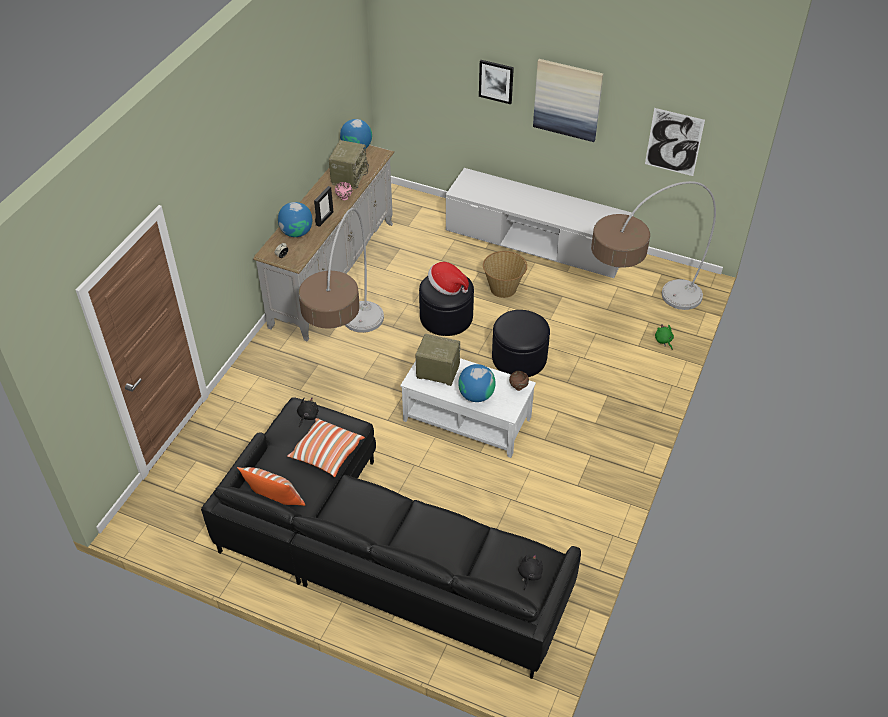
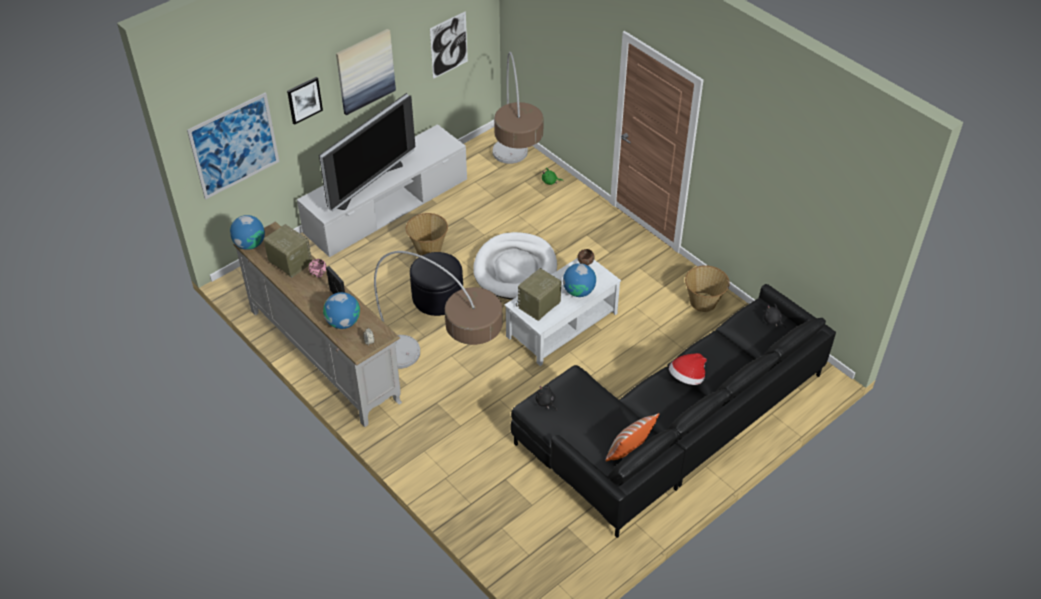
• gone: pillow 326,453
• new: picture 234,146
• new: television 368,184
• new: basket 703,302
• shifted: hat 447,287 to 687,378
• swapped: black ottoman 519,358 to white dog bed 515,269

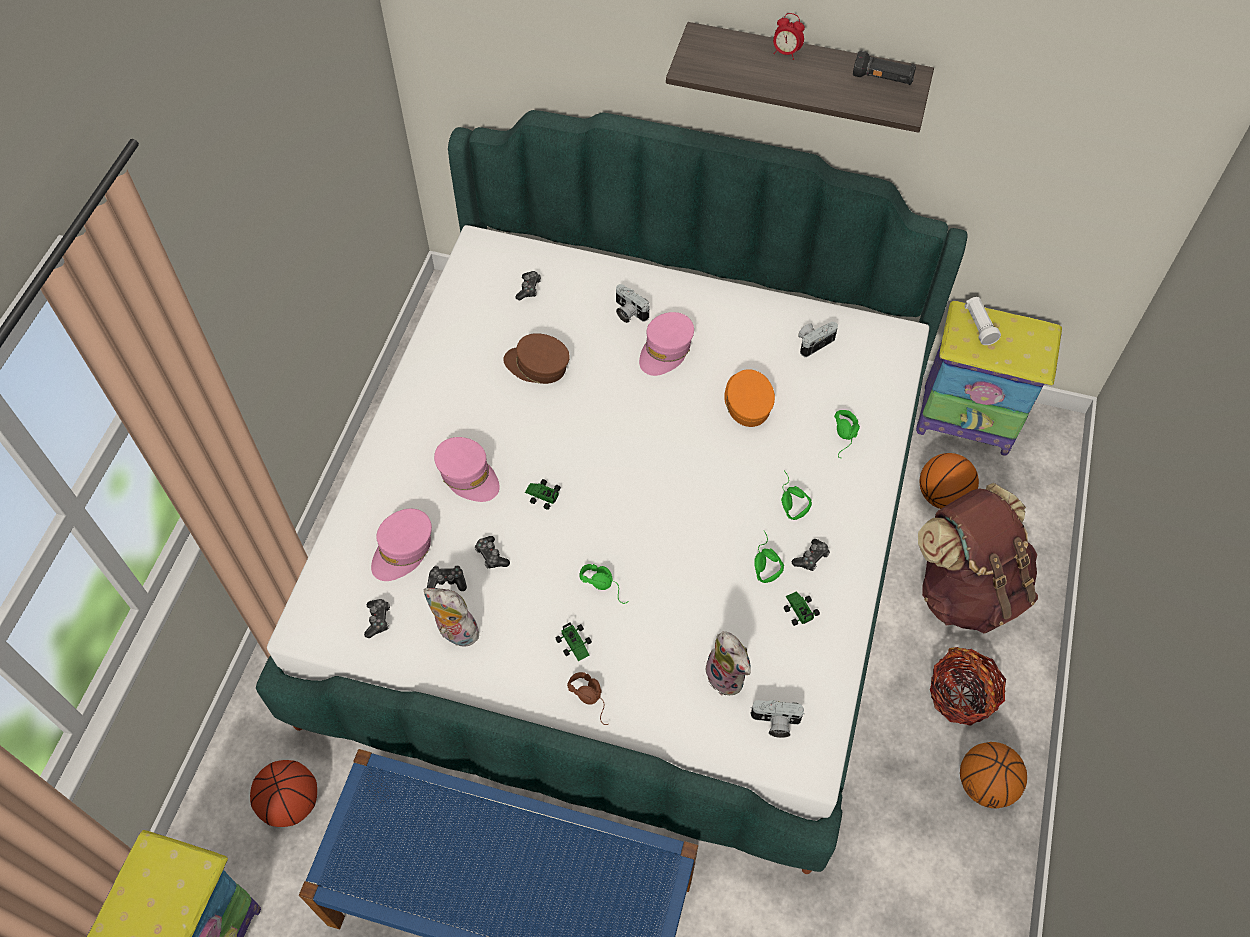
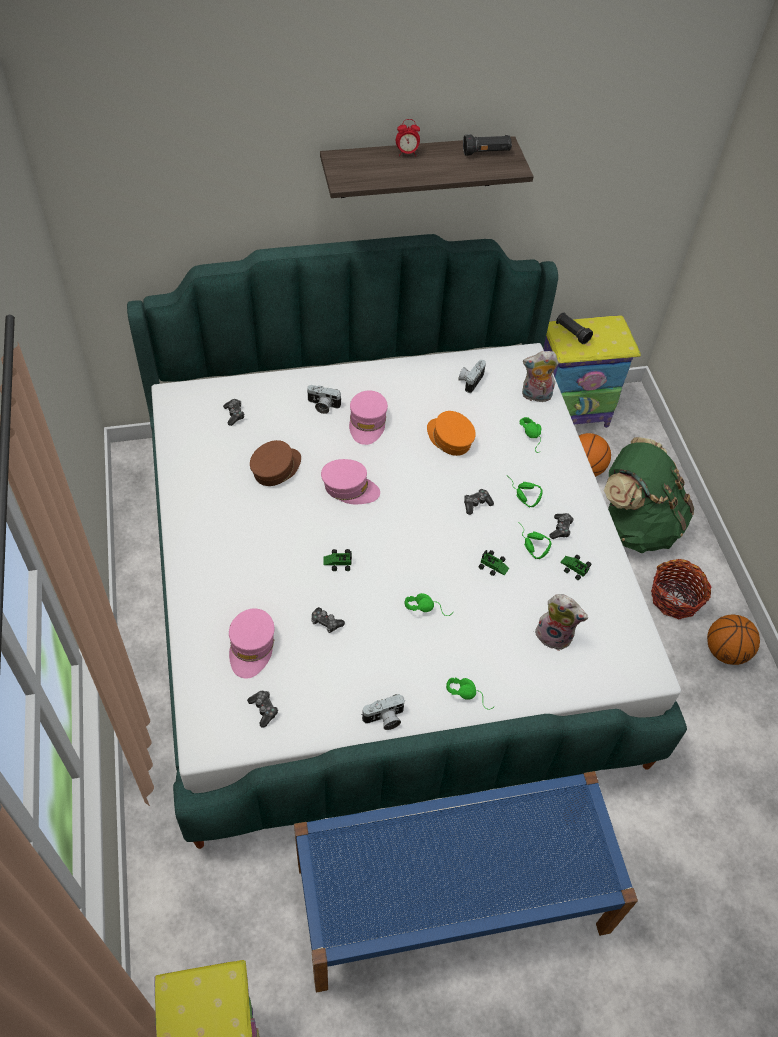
• gone: basketball 291,803
• shifted: plush toy 455,633 to 535,396
• shifted: game controller 447,581 to 476,504
• shifted: pink cap 468,475 to 349,488
• shifted: toy car 575,644 to 494,566
• shifted: photo camera 775,723 to 384,719
• repainted: brown headphones 594,699 to green headphones 470,694
• repainted: brown backpack 967,588 to green backpack 636,525
• repainted: white flashlight 979,326 to black flashlight 572,333
• rotated: brown cap 537,366 = 276,468 135 degrees clockwise

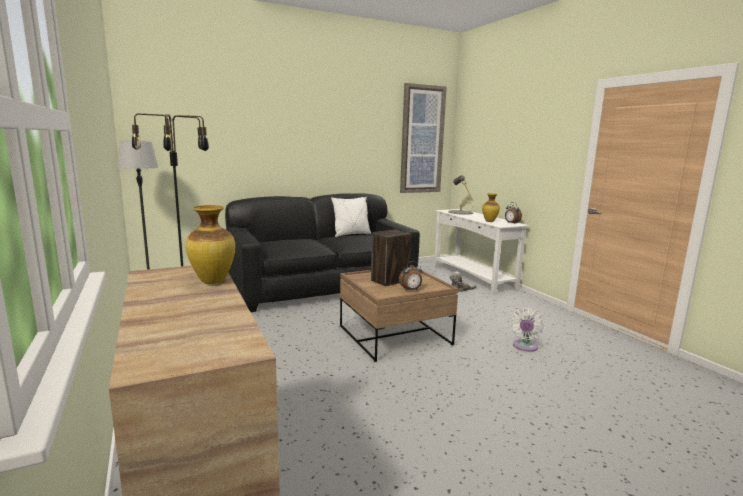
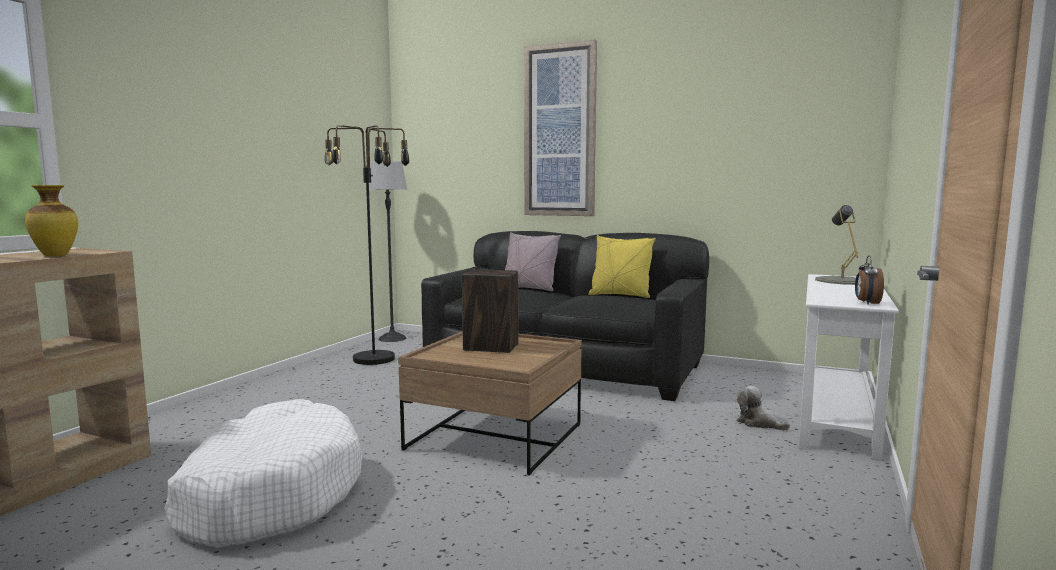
• gone: alarm clock 411,290
• gone: vase 490,221
• gone: white fan 524,347
• new: white dog bed 270,493
• new: purple pillow 529,289
• shifted: picture 422,140 to 560,131
• repainted: white pillow 351,234 to yellow pillow 620,295

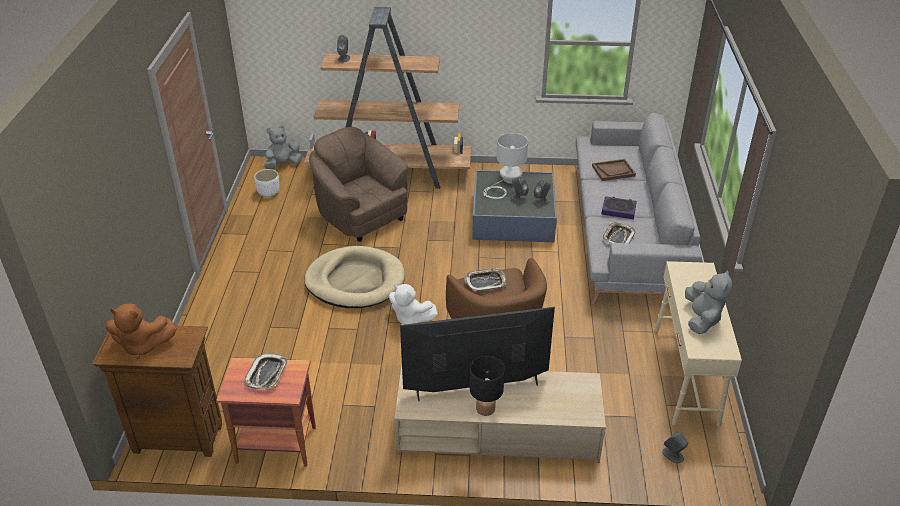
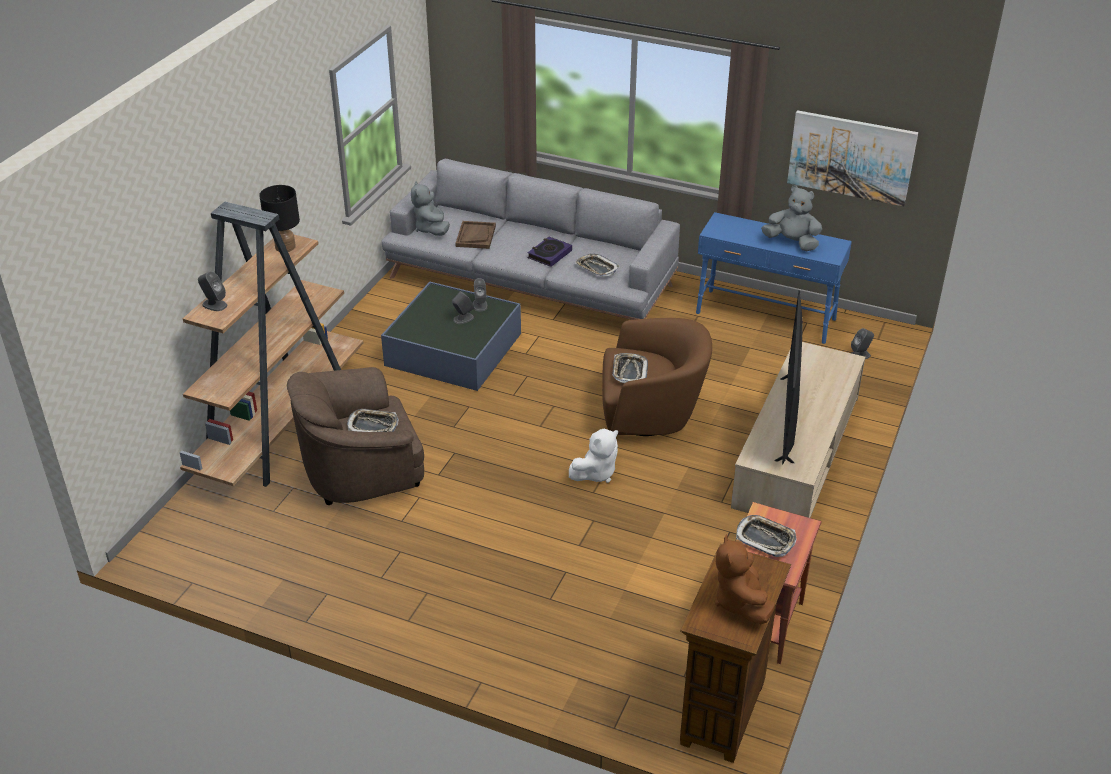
• gone: white planter 268,192
• gone: beige dog bed 355,281
• gone: white table lamp 504,184
• new: tray 373,425
• new: picture 851,157
• shifted: grey plush toy 283,165 to 431,229
• shifted: black table lamp 485,408 to 285,247
• repainted: beige console table 684,375 to blue console table 765,317
• rotated: brown plush toy 142,346 = 740,602 150 degrees clockwise

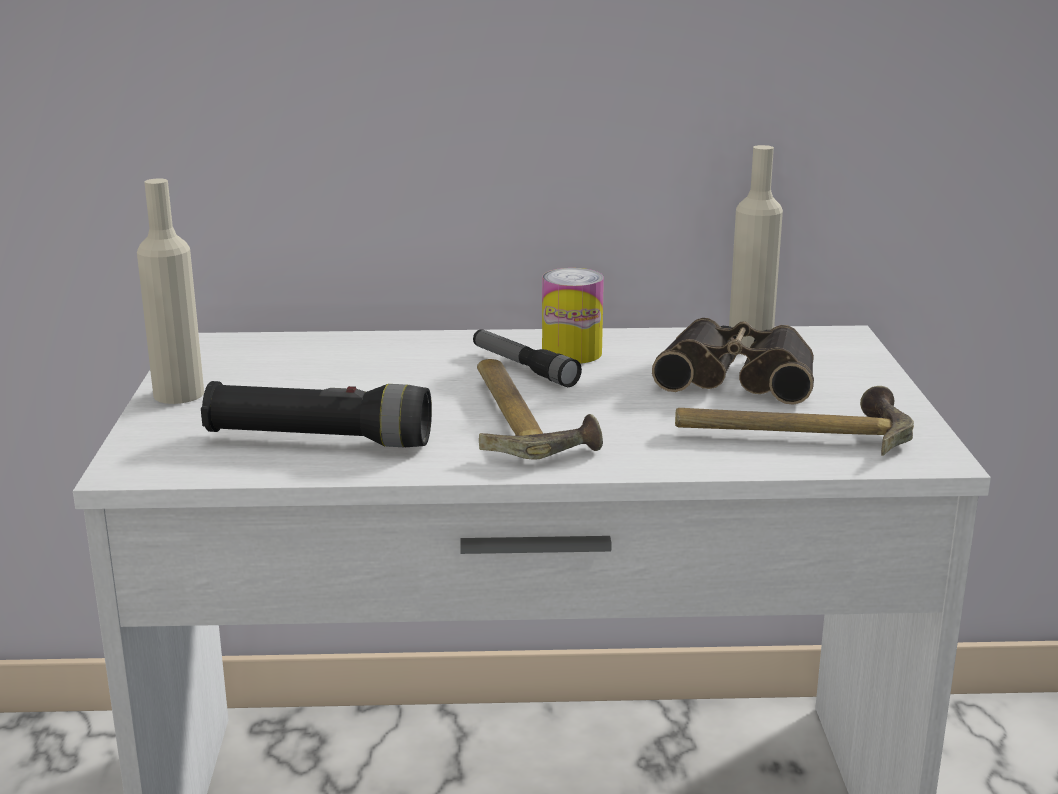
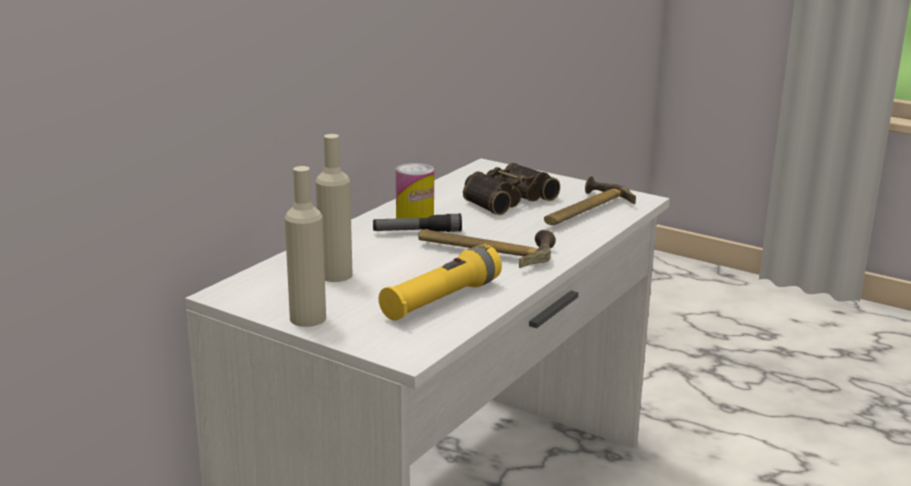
• shifted: beige bottle 750,342 to 335,275
• repainted: black flashlight 319,440 to yellow flashlight 441,300

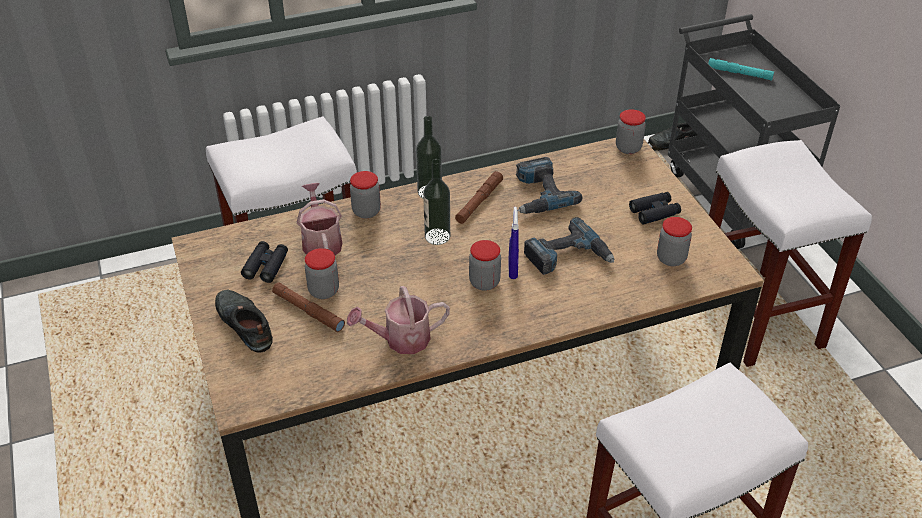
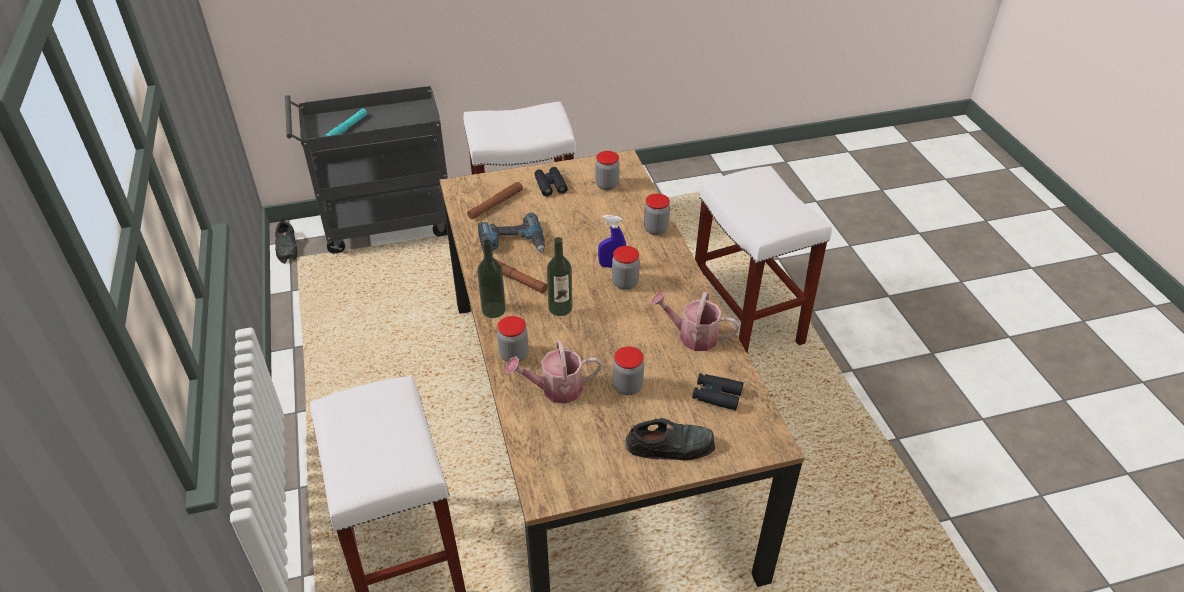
• gone: power drill 568,257
• shifted: black binoculars 266,266 to 716,395
• shifted: brown flashlight 308,311 to 495,204
• shifted: jar 628,148 to 655,229
• rotated: black shoe 244,324 = 670,445 150 degrees counterclockwise
• rotated: watering can 401,340 = 692,336 120 degrees clockwise

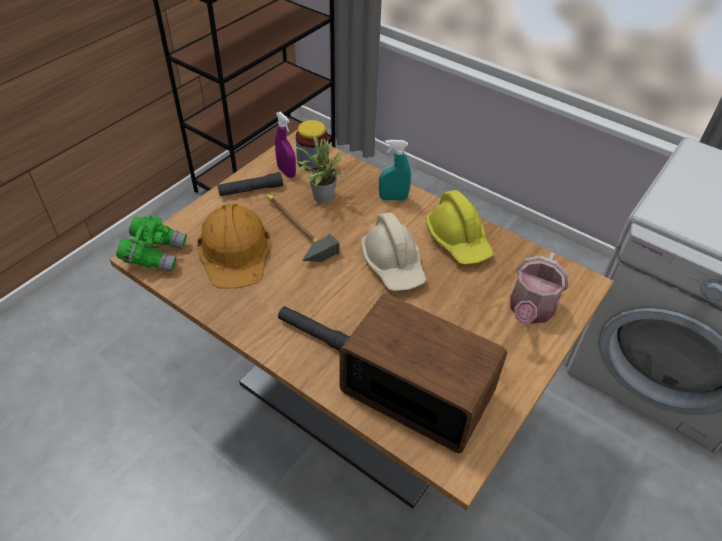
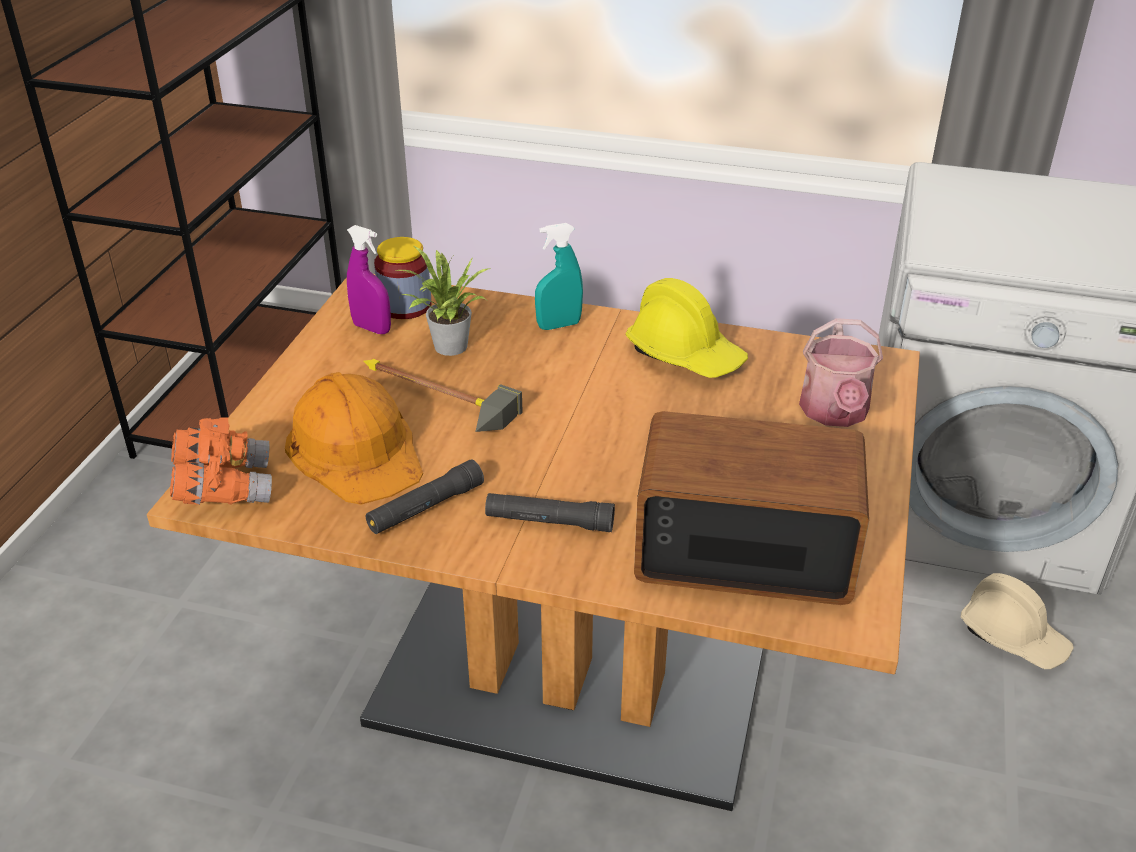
• shifted: black flashlight 250,190 to 425,508
• shifted: beige hard hat 393,264 to 1013,637
• repainted: green binoculars 155,254 to orange binoculars 224,487

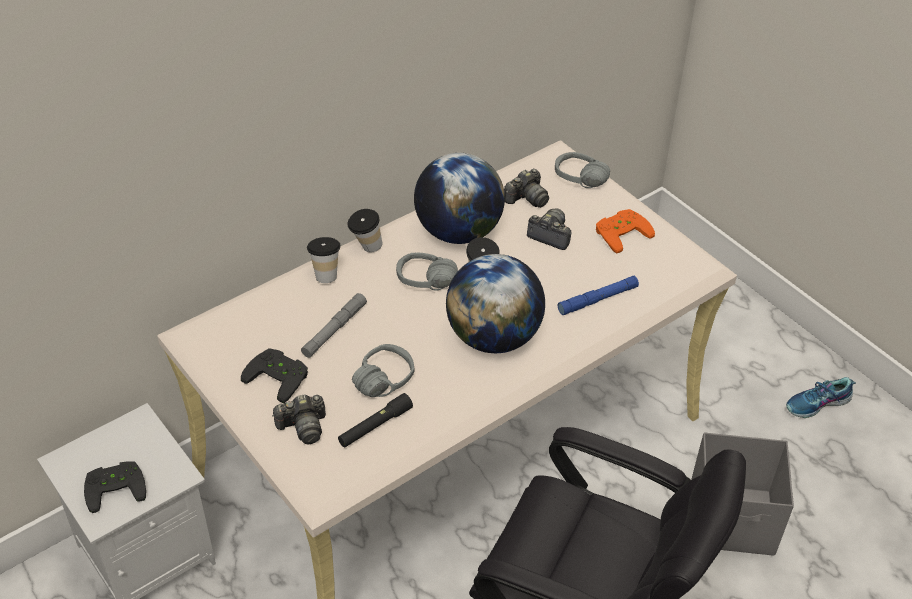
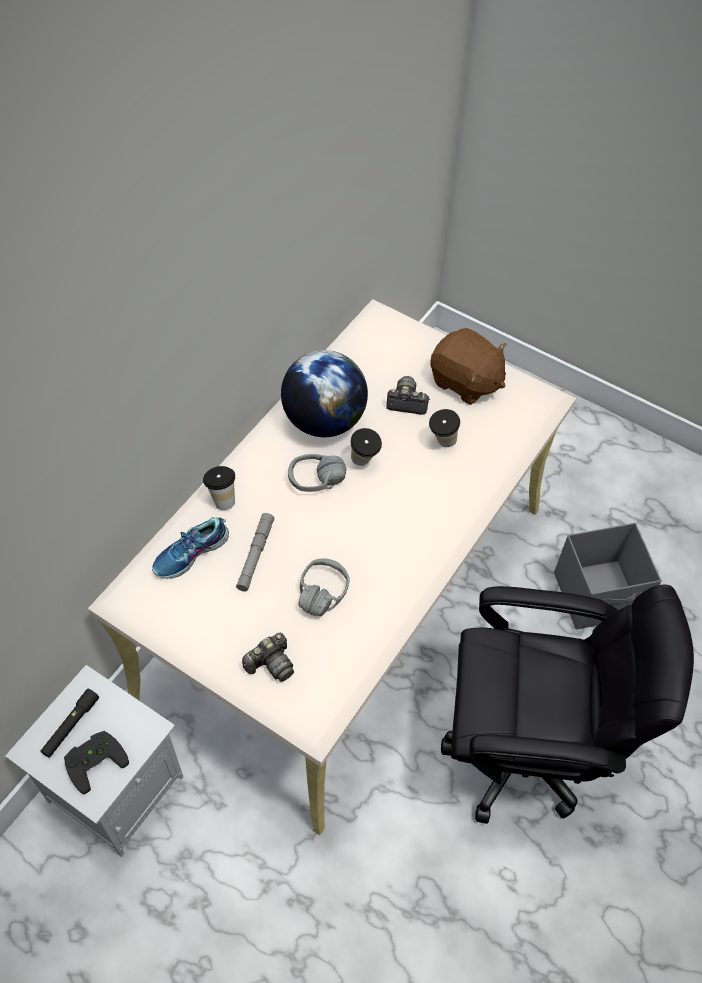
• gone: black game controller 279,375
• gone: globe 493,337
• gone: photo camera 526,198
• gone: grey headphones 577,183
• gone: blue flashlight 597,299
• shifted: black flashlight 375,426 to 71,726
• shifted: cup 365,248 to 442,443
• shifted: shoe 817,404 to 191,554
• swapped: orange game controller 621,232 to brown plush toy 465,382

